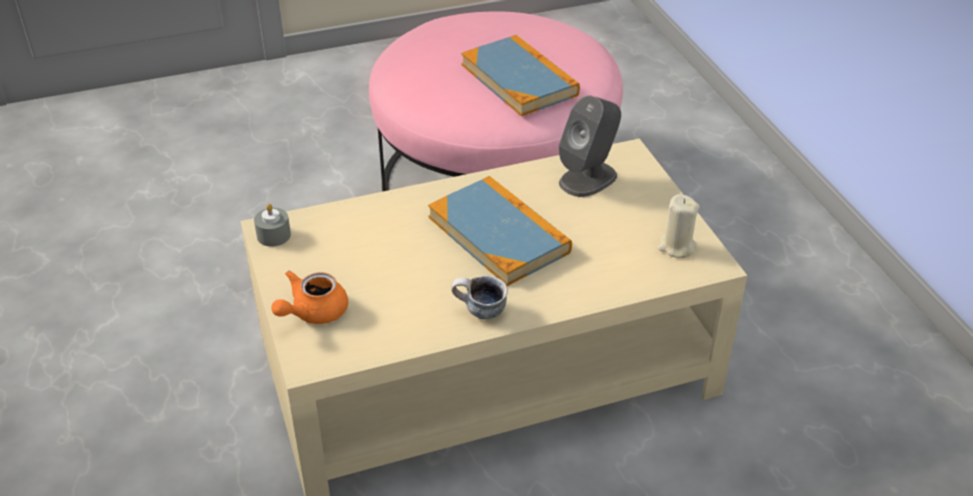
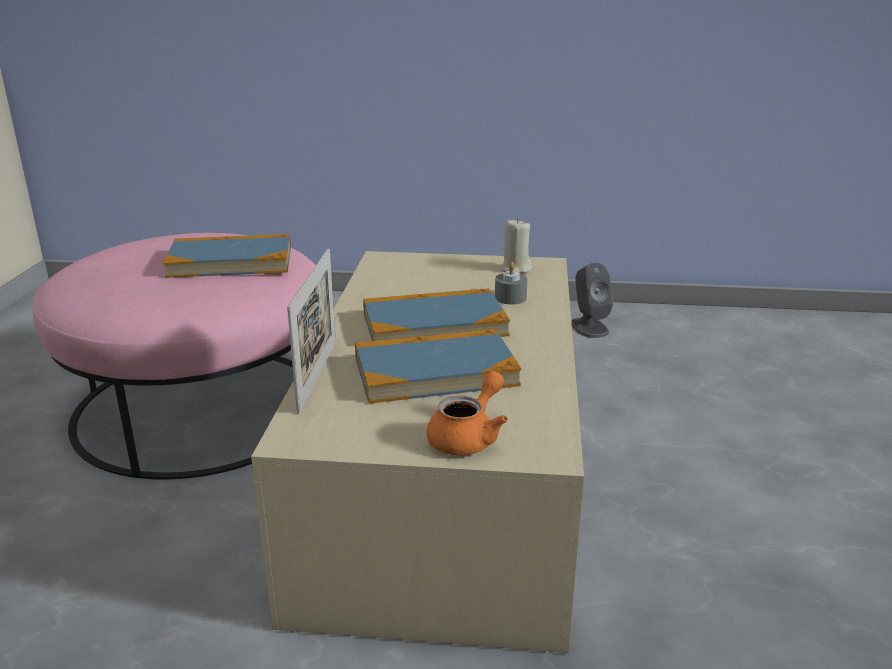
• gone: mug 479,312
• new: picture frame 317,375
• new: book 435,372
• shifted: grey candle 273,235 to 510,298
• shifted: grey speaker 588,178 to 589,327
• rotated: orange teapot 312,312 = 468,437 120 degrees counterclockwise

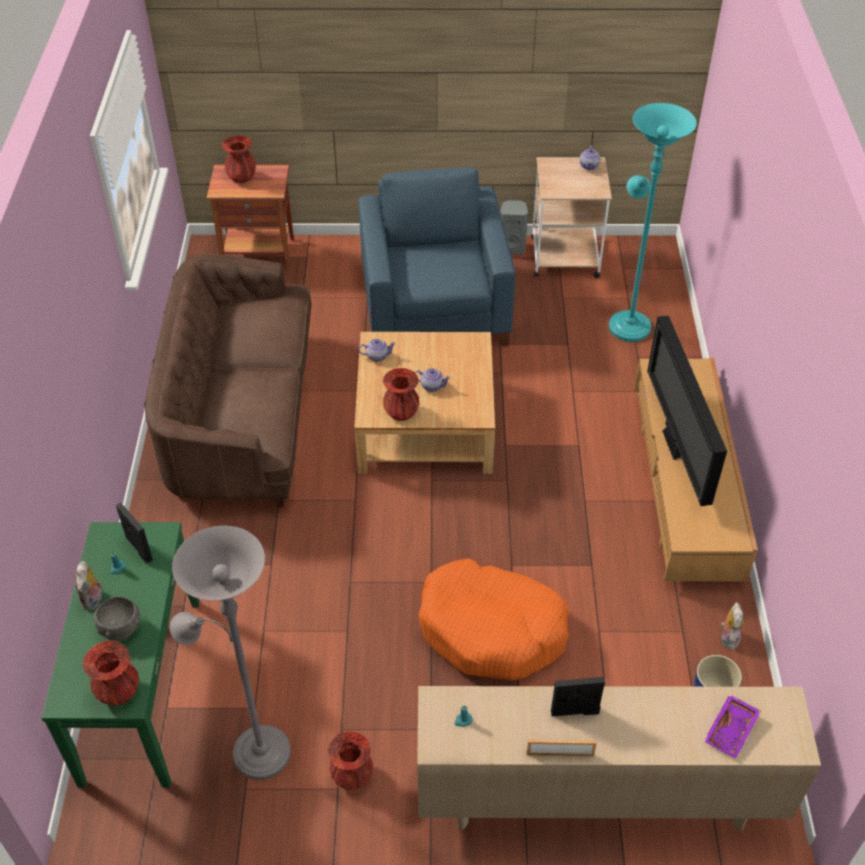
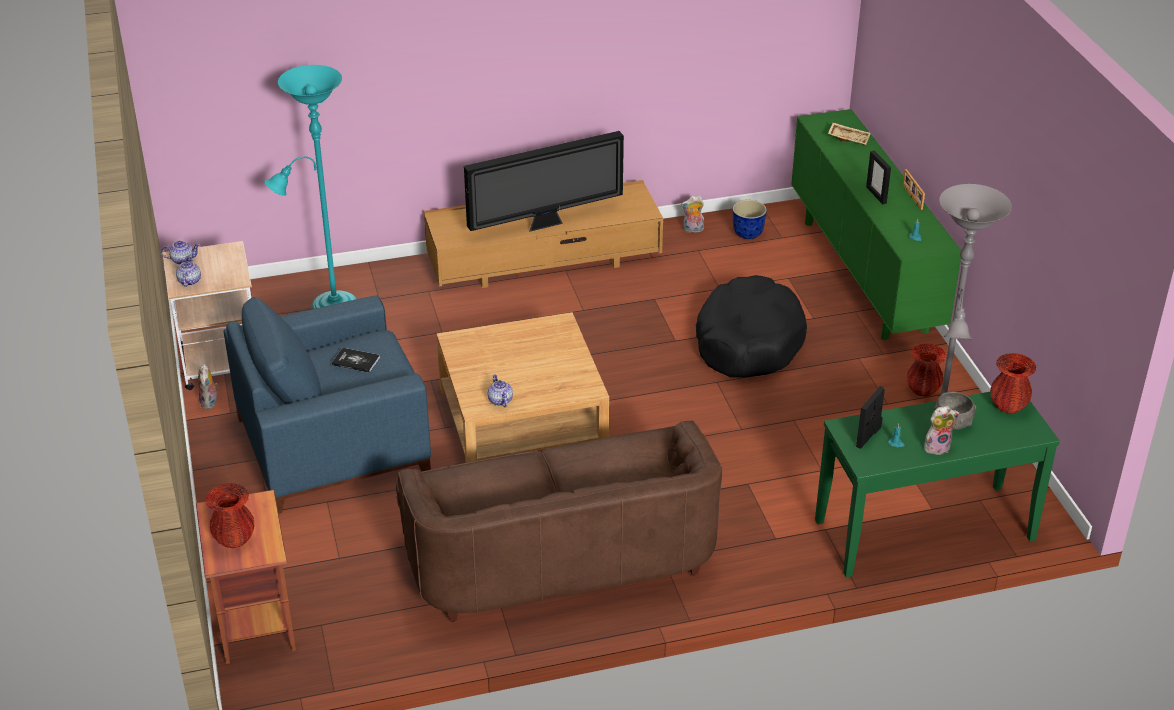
• gone: red vase 401,413
• new: book 356,361
• shifted: teapot 431,386 to 189,281
• swapped: grey speaker 511,248 to plush toy 210,403
• repainted: beige cabinet 597,799 to green cabinet 864,275
• repainted: orange dog bed 491,629 to black dog bed 748,341
• repainted: purple tray 731,731 to beige tray 848,138

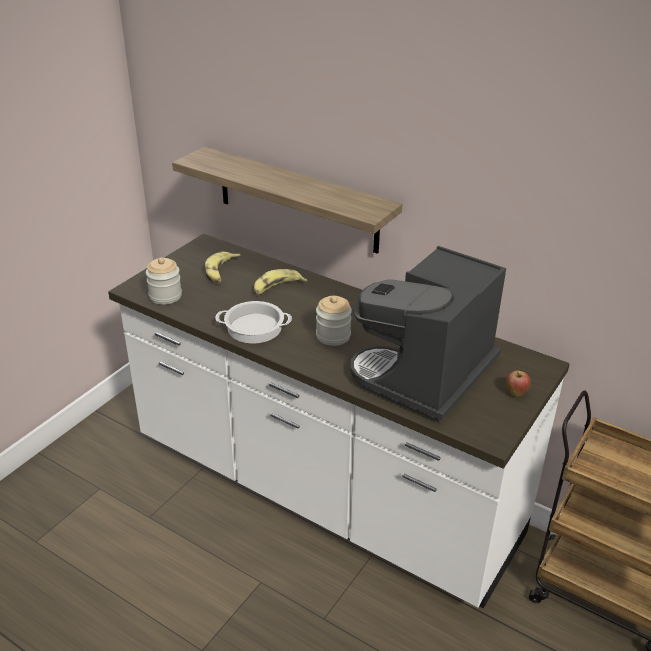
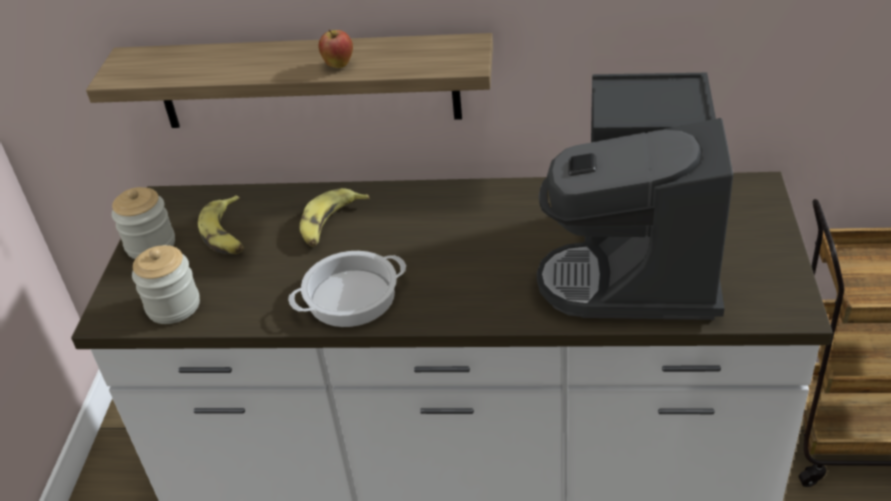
• shifted: jar 333,336 to 151,245
• shifted: apple 516,393 to 338,65

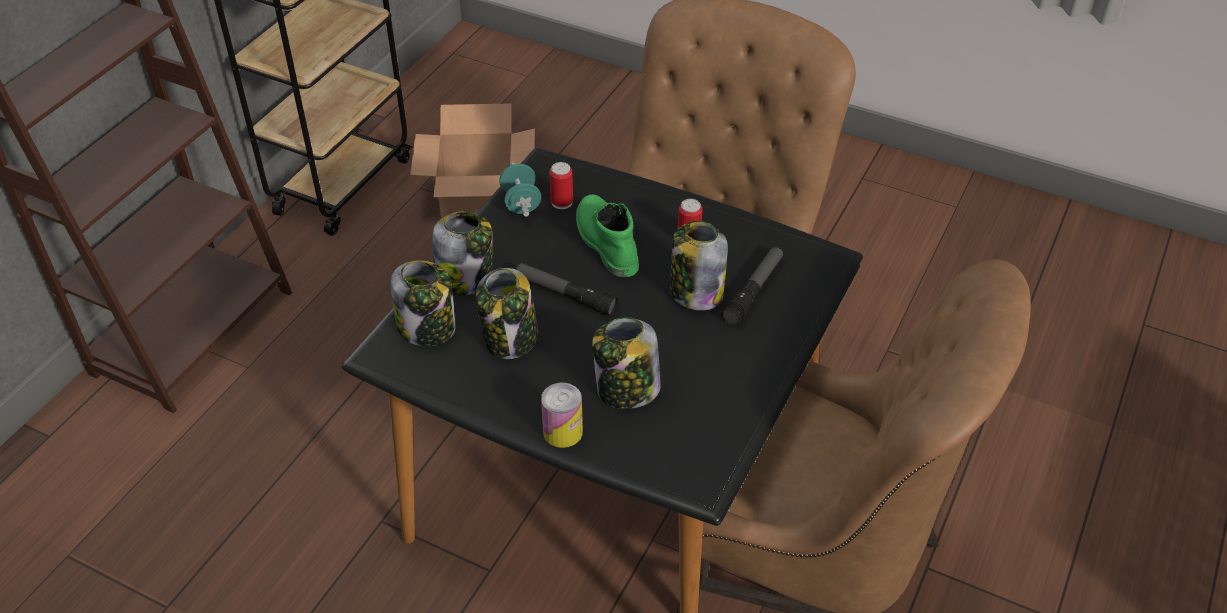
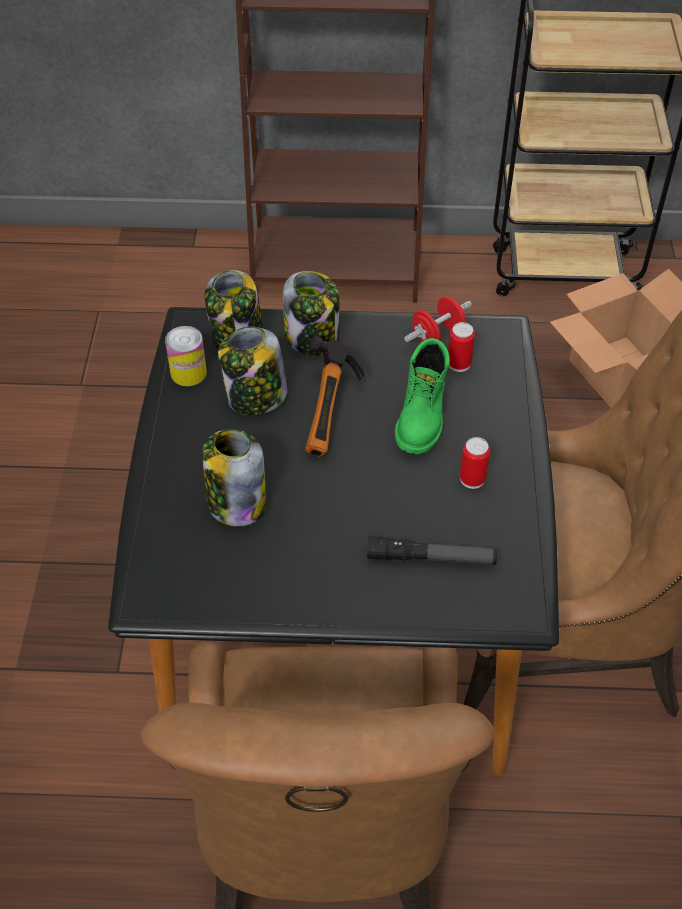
• gone: jar 695,292
• shifted: can 562,432 to 188,373
• swapped: flashlight 564,294 to hammer 334,412
• repainted: turquoise dumbbell 521,202 to red dumbbell 437,335
• rotated: green boot 605,243 = 423,416 150 degrees clockwise

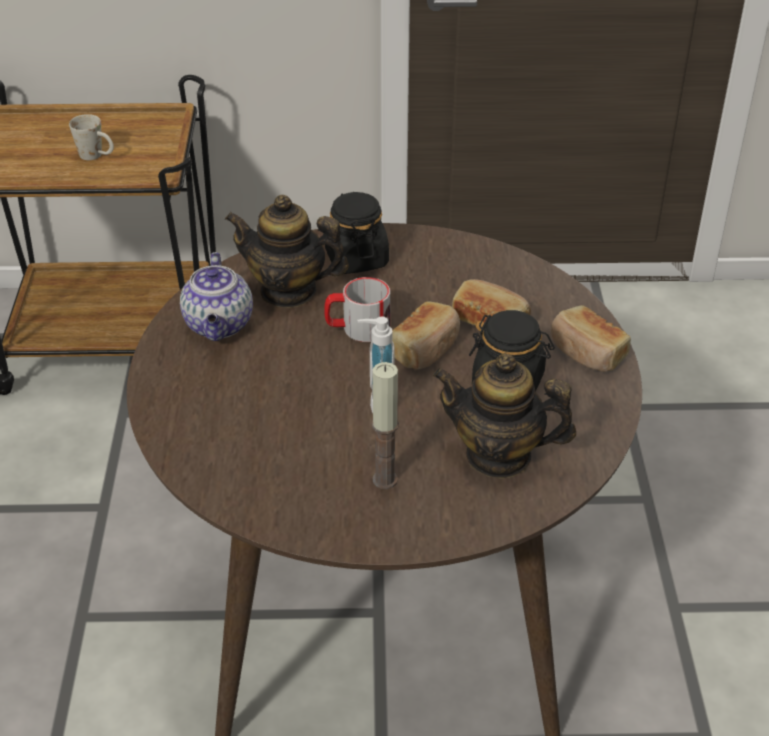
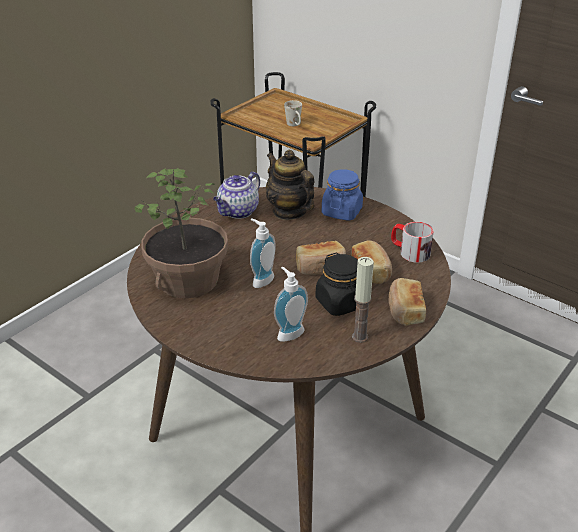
• new: potted plant 189,280
• shifted: mug 357,328 to 409,252
• shifted: candle 384,480 to 359,337
• swapped: teapot 499,455 to soap dispenser 288,332
• repainted: black jar 356,259 to blue jar 341,212

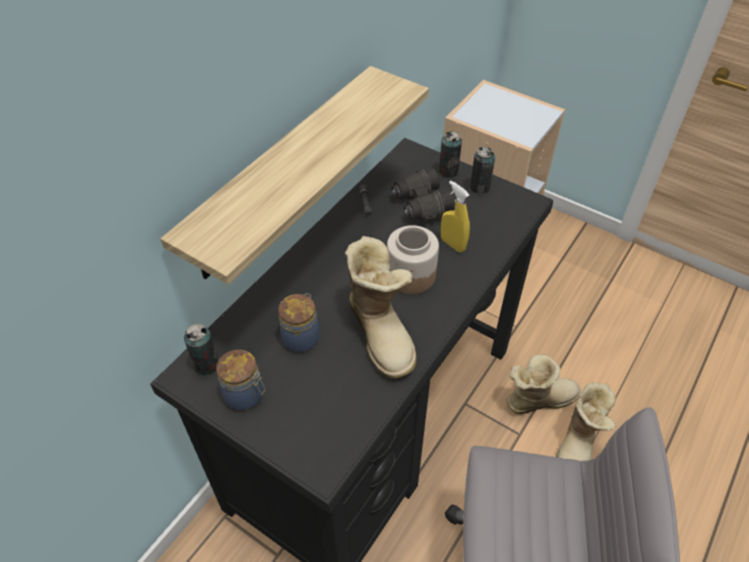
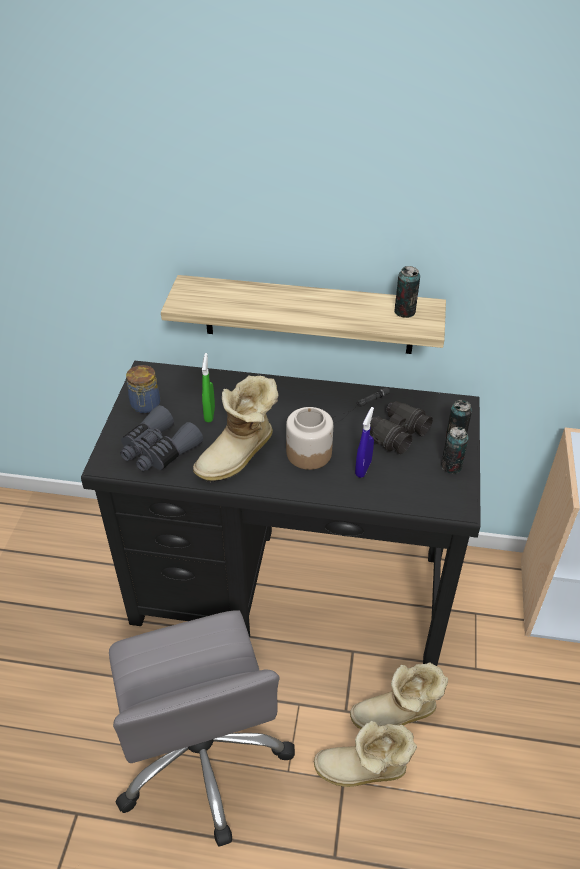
• new: grey binoculars 158,450
• shifted: can 207,365 to 404,311
• swapped: jar 302,337 to green spray bottle 209,414
• repainted: yellow spray bottle 452,244 to blue spray bottle 363,468
• rotated: boot 537,398 = 397,716 120 degrees clockwise

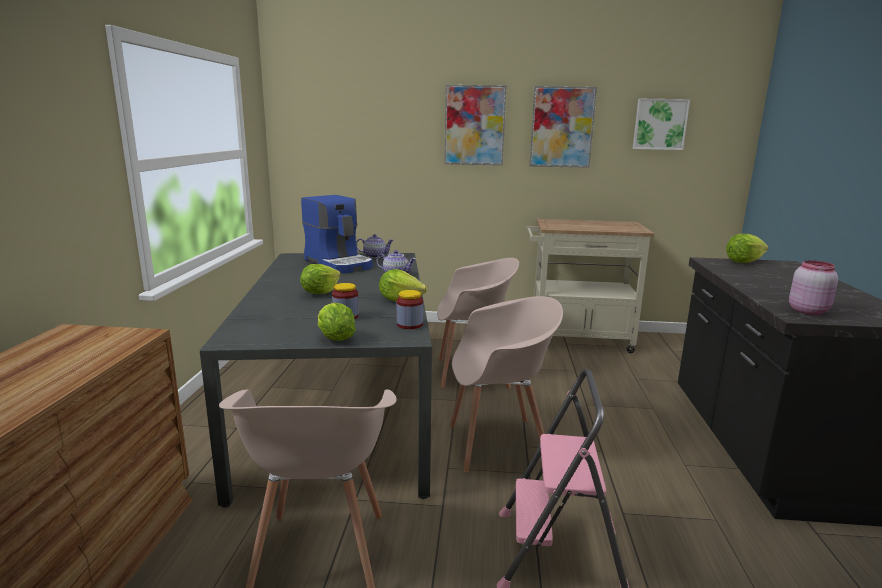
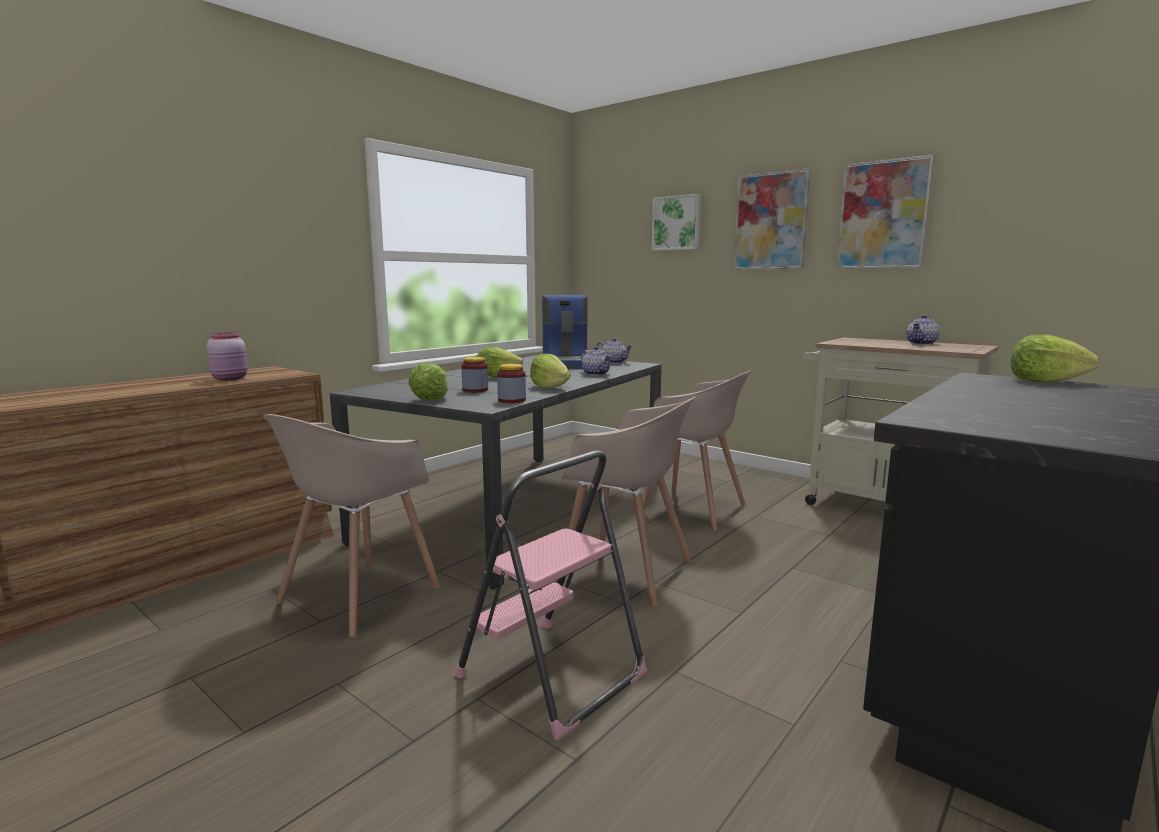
• new: teapot 921,343
• shifted: picture 659,124 to 677,223
• shifted: pink jar 808,311 to 231,378

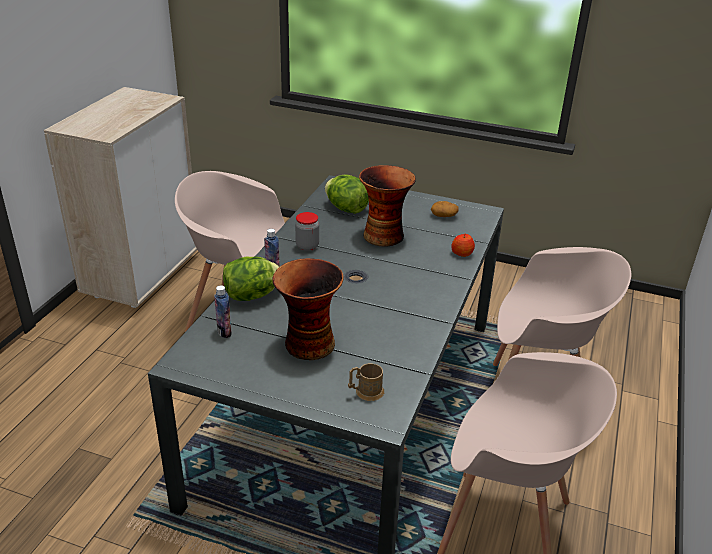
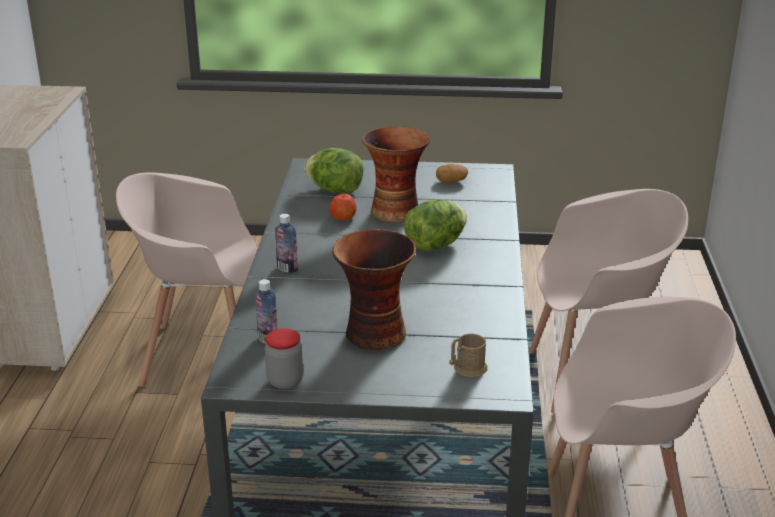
• shifted: lettuce 252,295 to 435,245
• shifted: jar 307,246 to 285,381
• shifted: apple 462,253 to 343,217

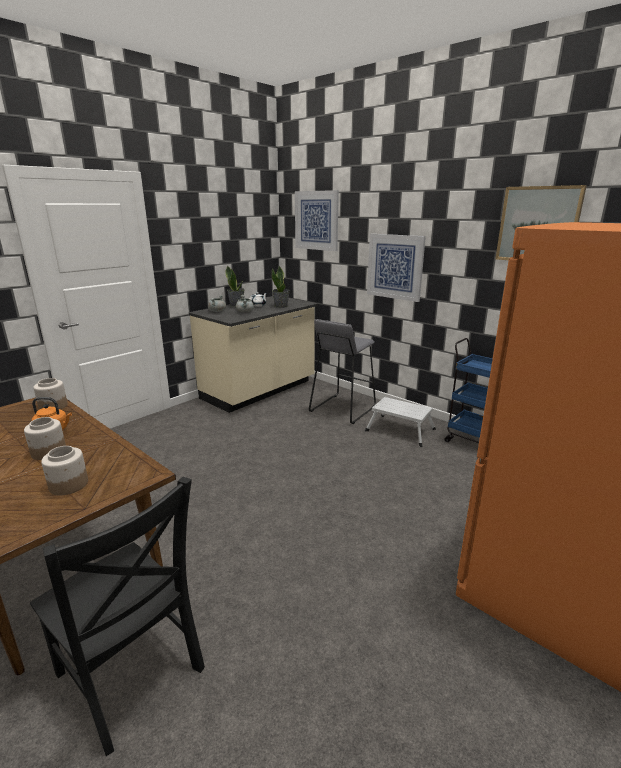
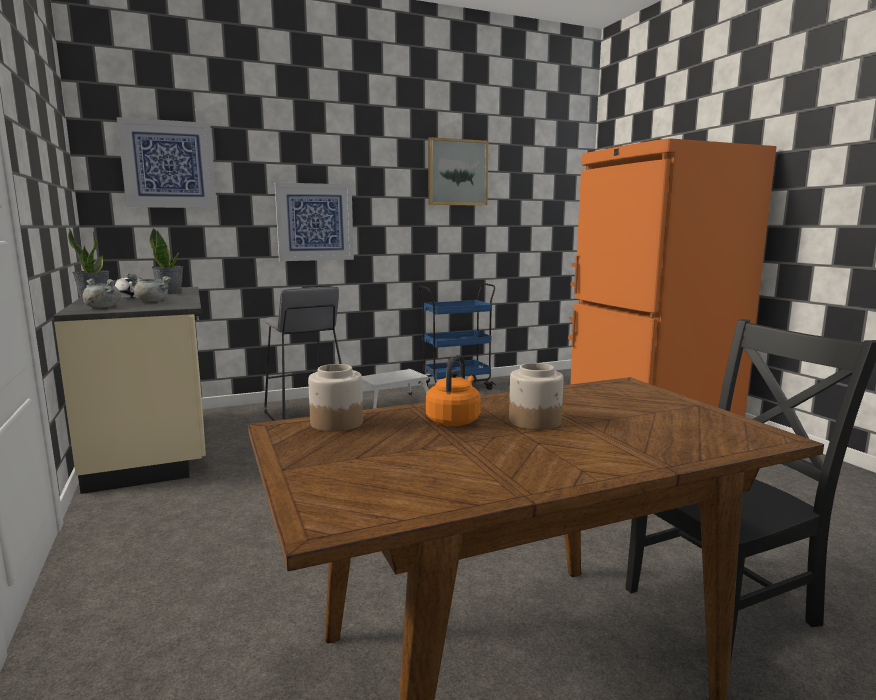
• gone: jar 68,485

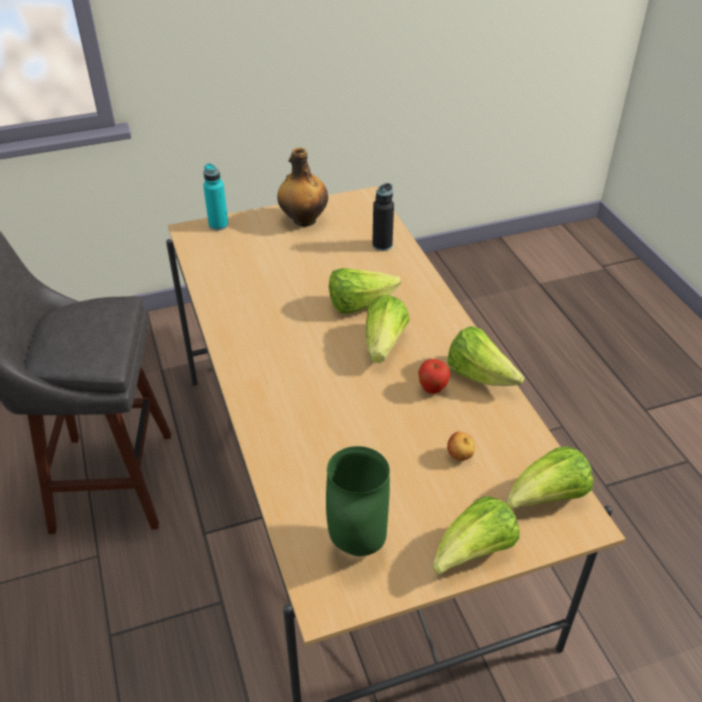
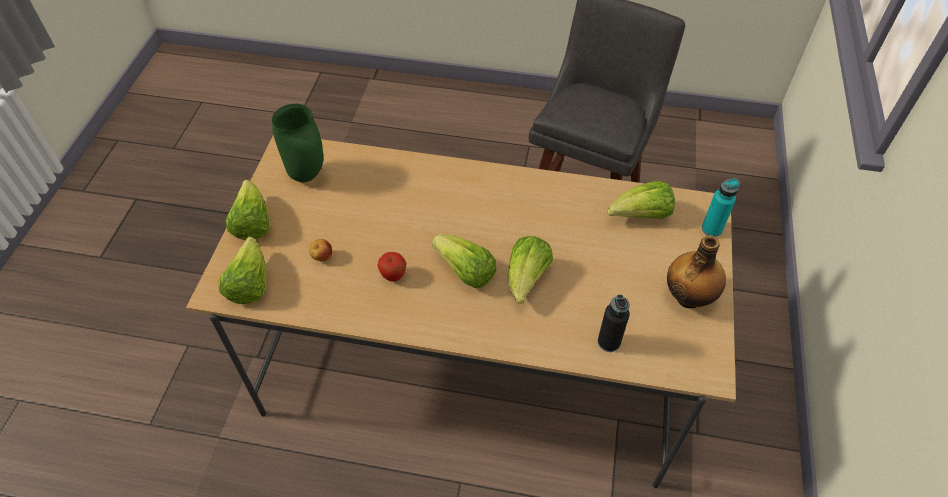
• shifted: lettuce 479,375 to 641,216

